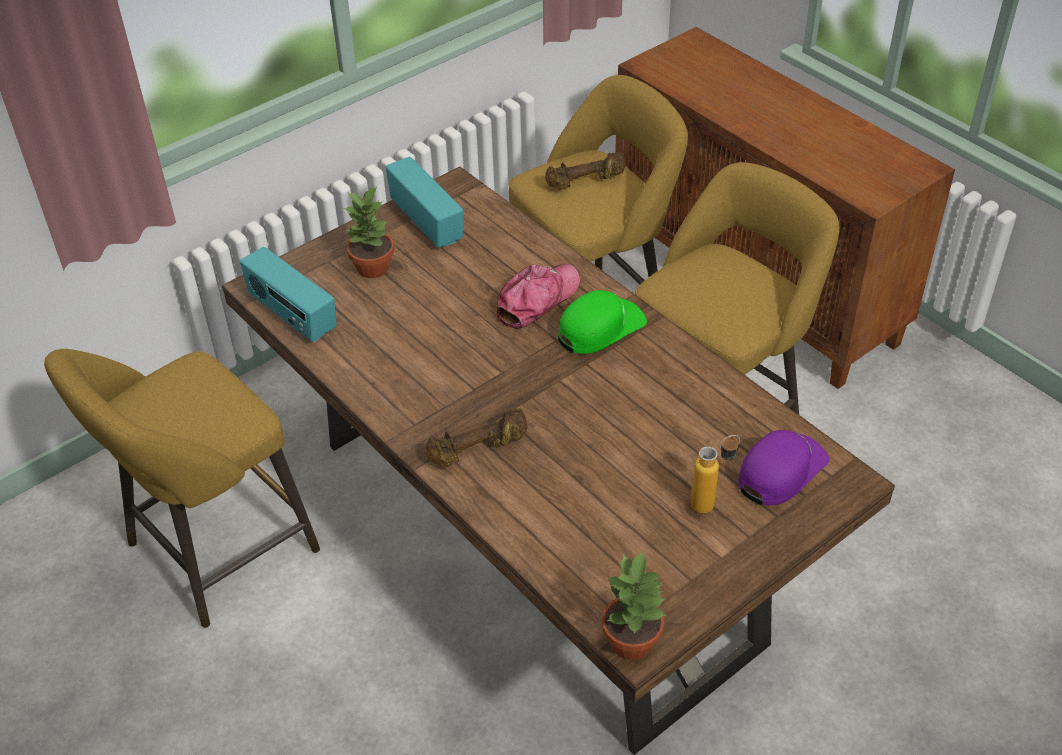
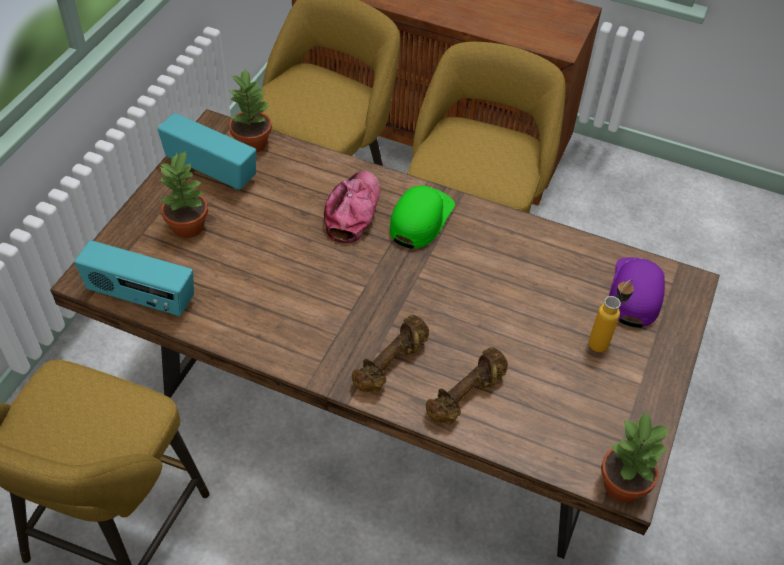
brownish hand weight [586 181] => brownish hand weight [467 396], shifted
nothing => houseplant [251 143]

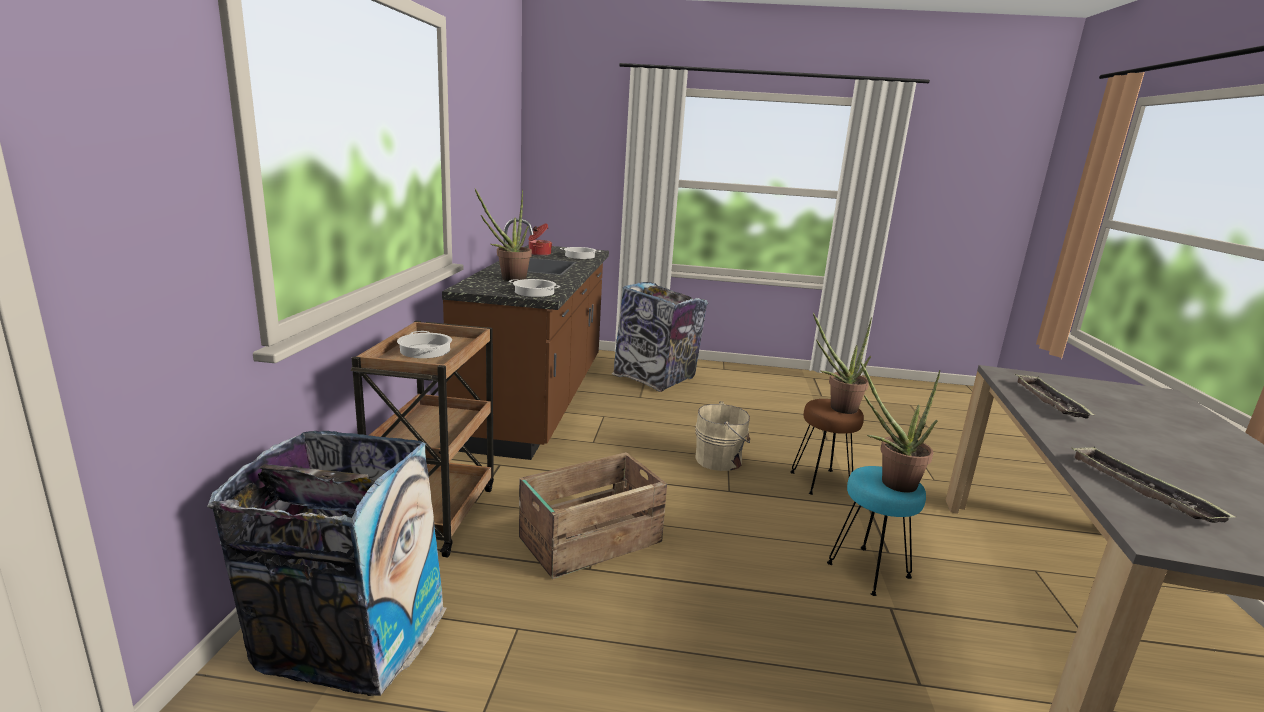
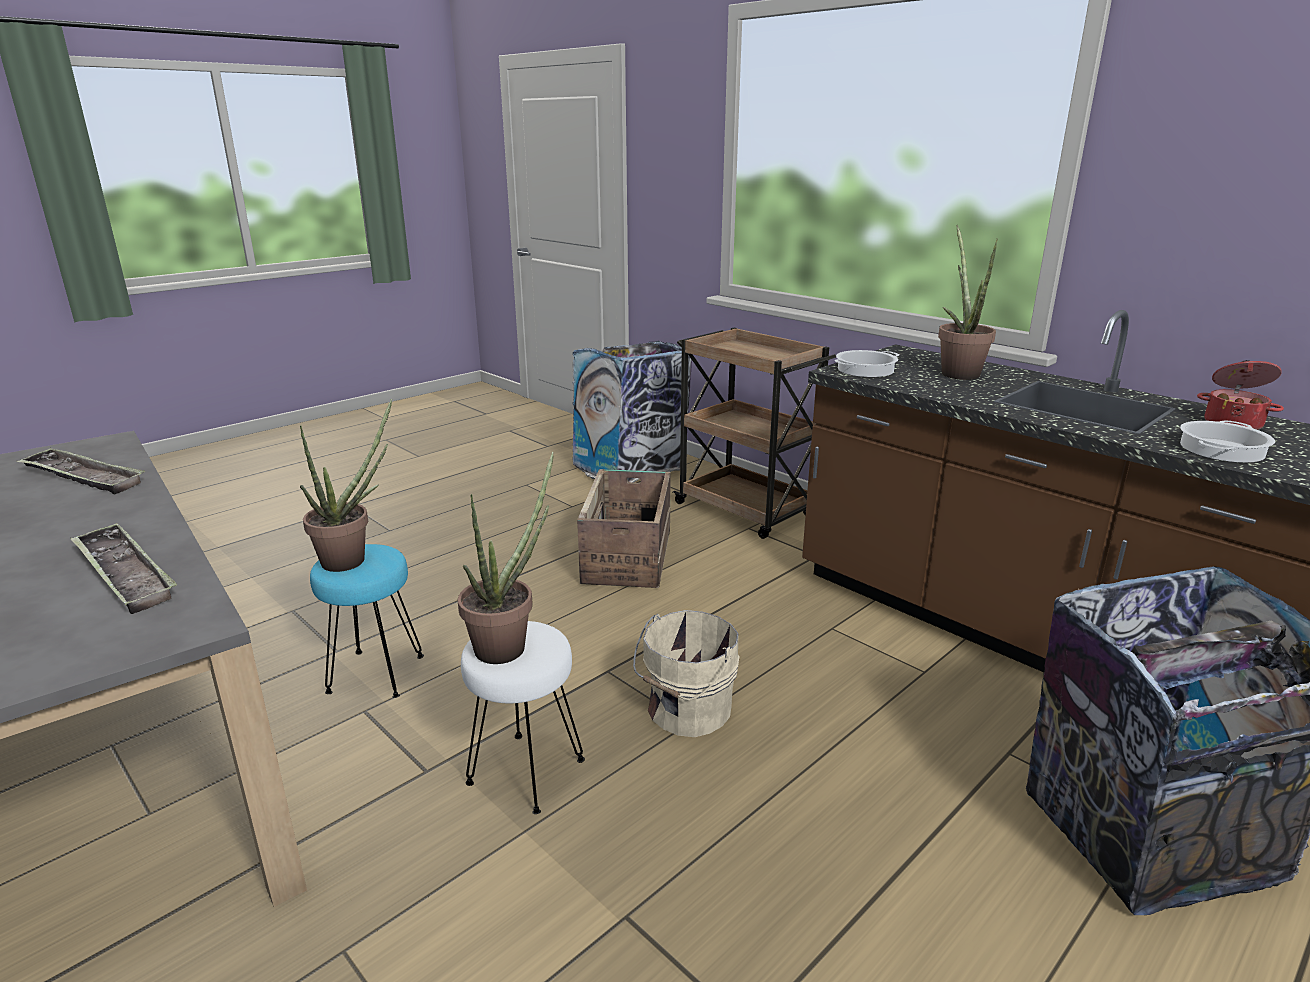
stockpot [426 351] => nothing
brownish stool [822 482] => white-coloured stool [525 773]

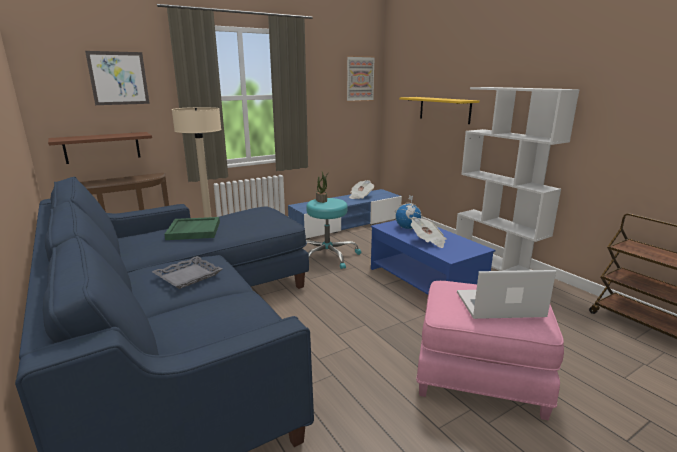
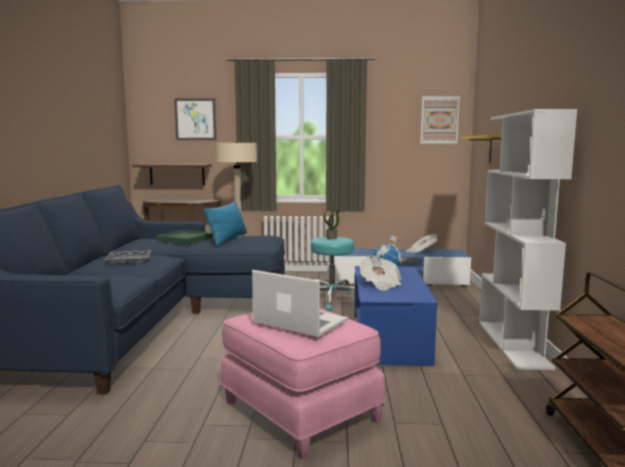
nothing => blue cushion [228 239]

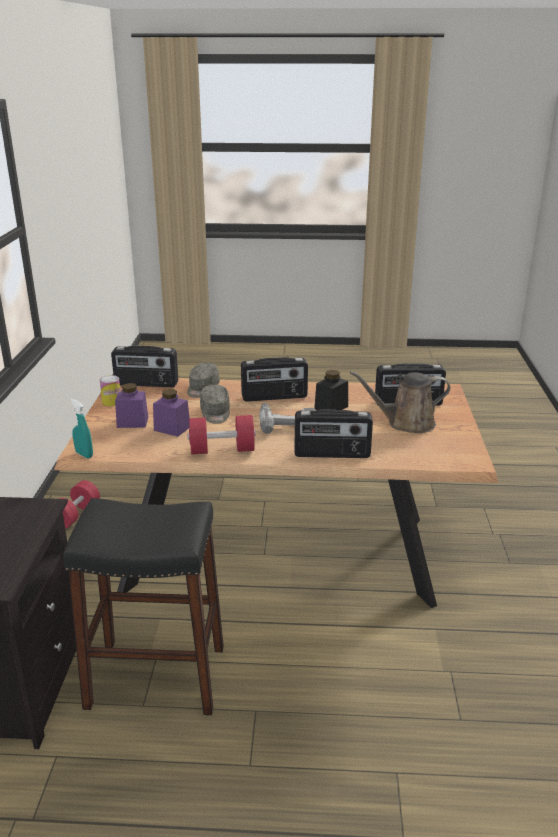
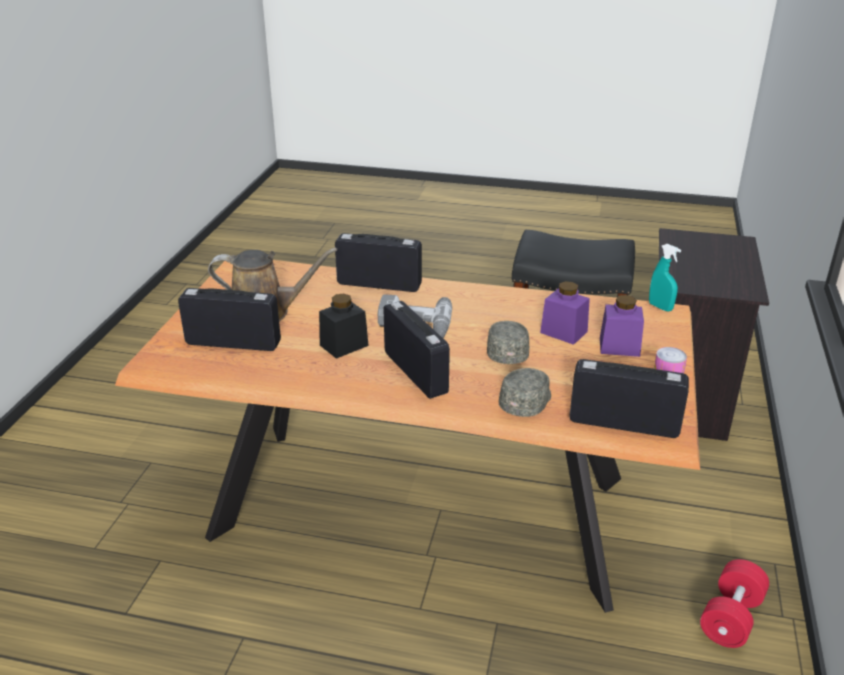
radio [274 397] => radio [416 372], 60 degrees clockwise
red-coloured hand weight [222 450] => nothing

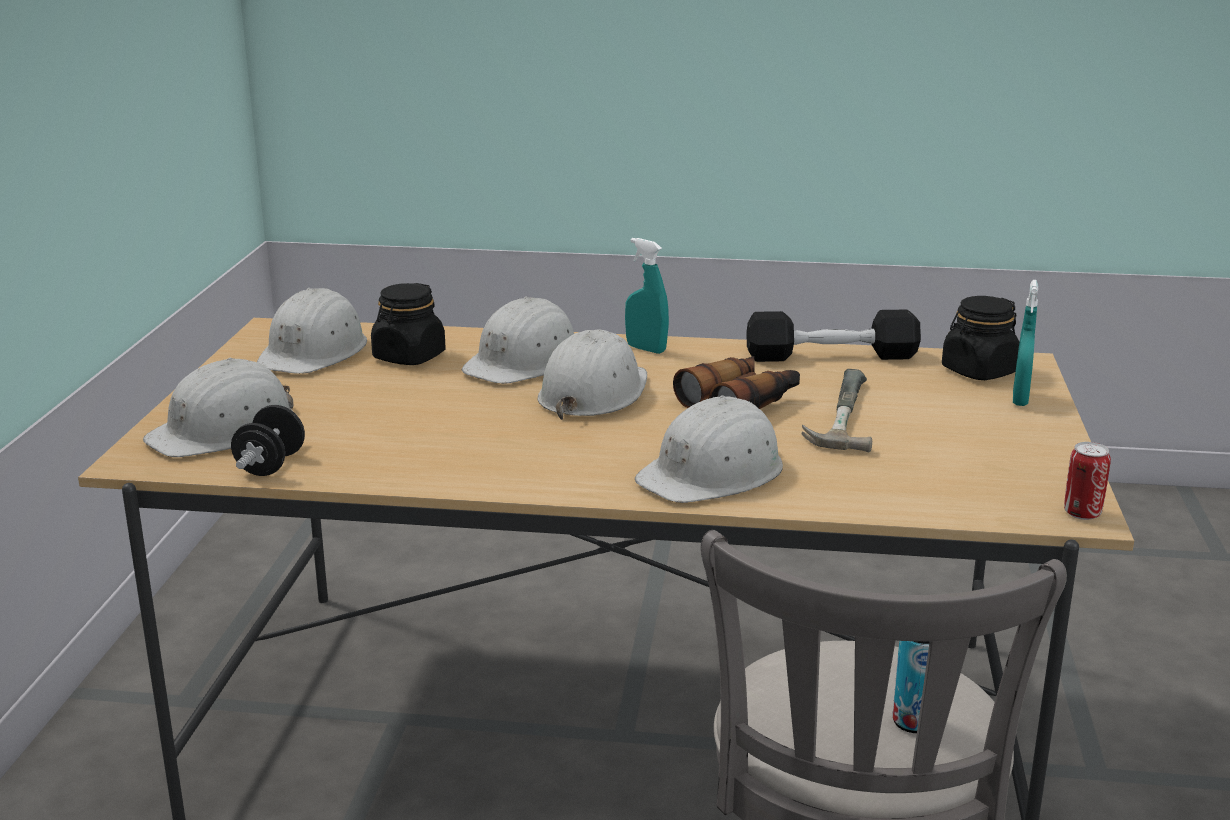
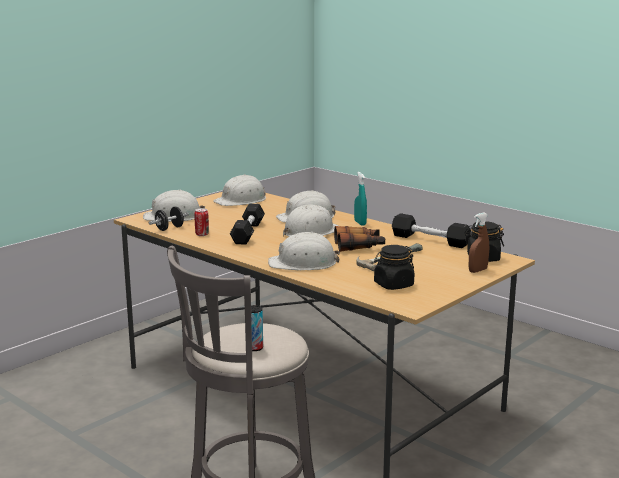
turquoise sprayer [1020 399] => brownish sprayer [477 270]
blackish preserve jar [409 357] => blackish preserve jar [393 285], shifted
can [1082 513] => can [202 234], shifted
nothing => blackish hand weight [248 233]

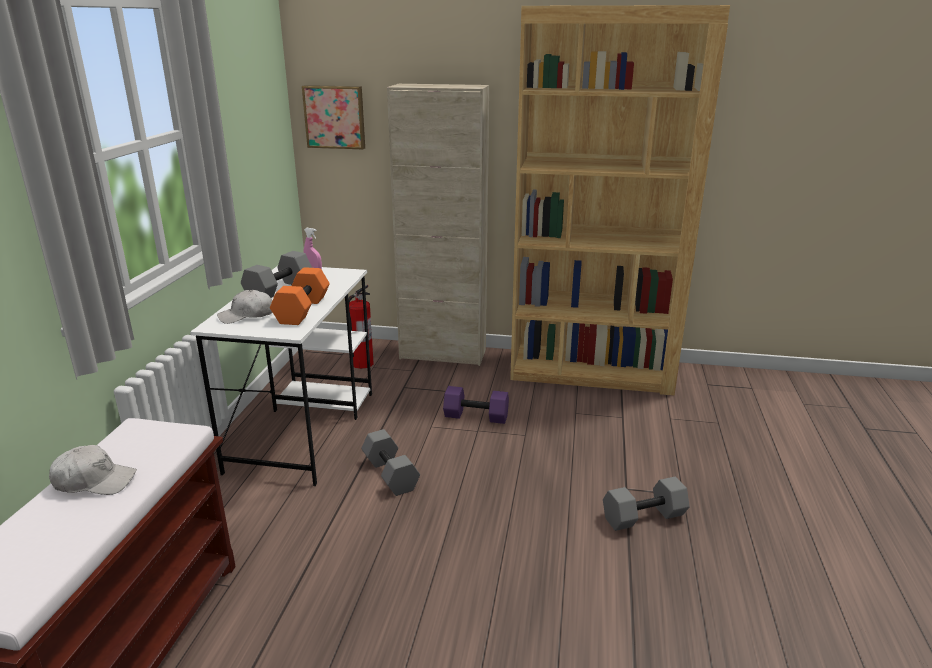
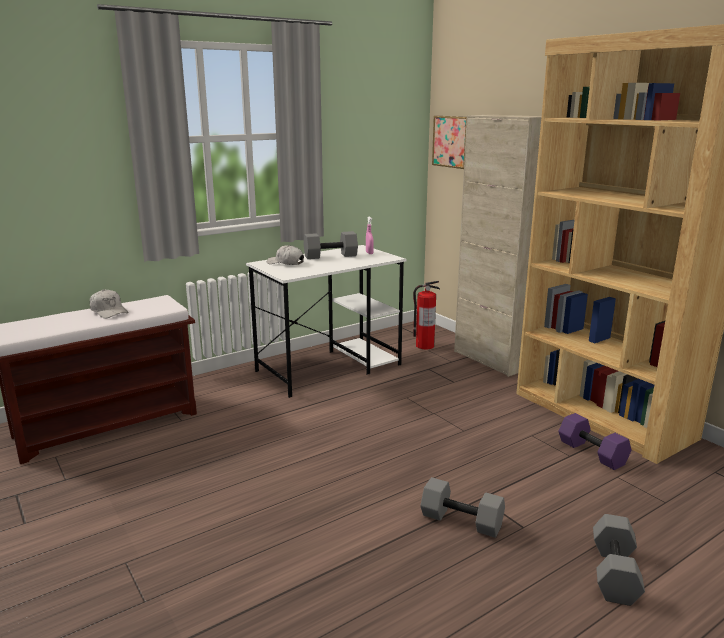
orange-coloured hand weight [301 310] => nothing
purple hand weight [475 417] => purple hand weight [590 453], shifted
grey hand weight [391 474] => grey hand weight [616 573], shifted

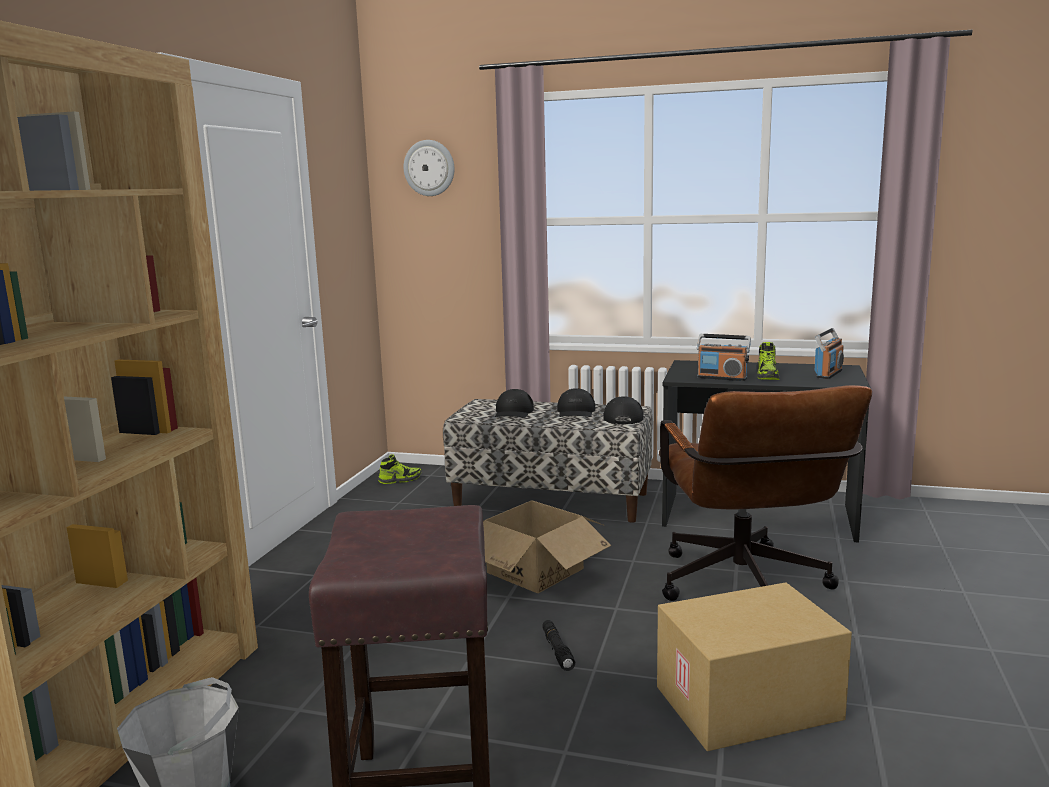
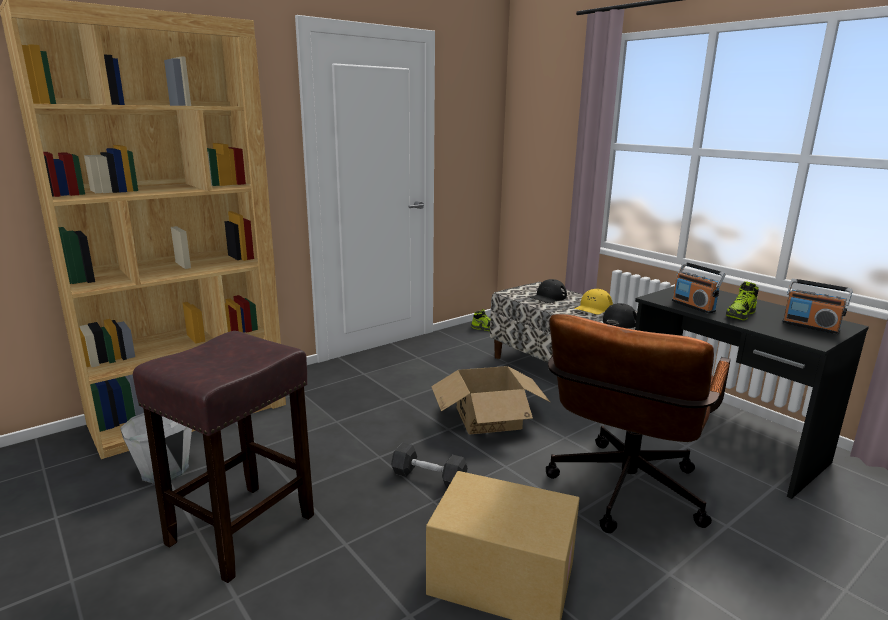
hanging clock [429 168] => nothing
radio [828 374] => radio [810 326], 60 degrees clockwise
blackish peaked cap [576 412] => yellow peaked cap [593 308]
blackish hand torch [557 650] => grey hand weight [429 477]

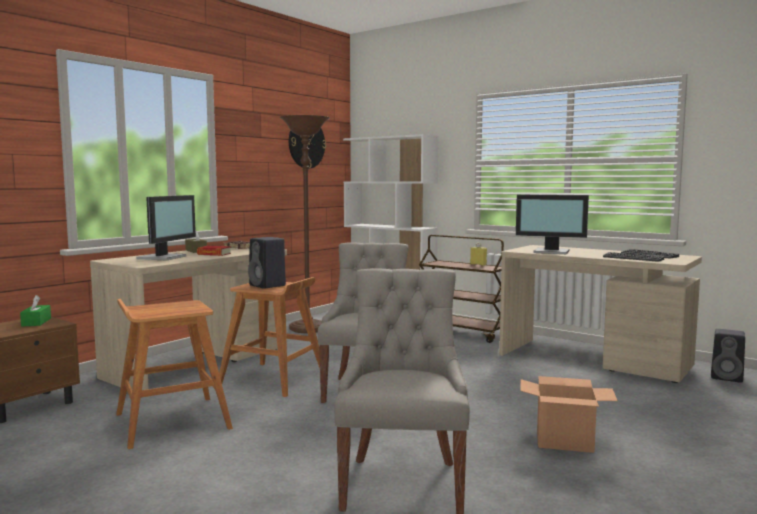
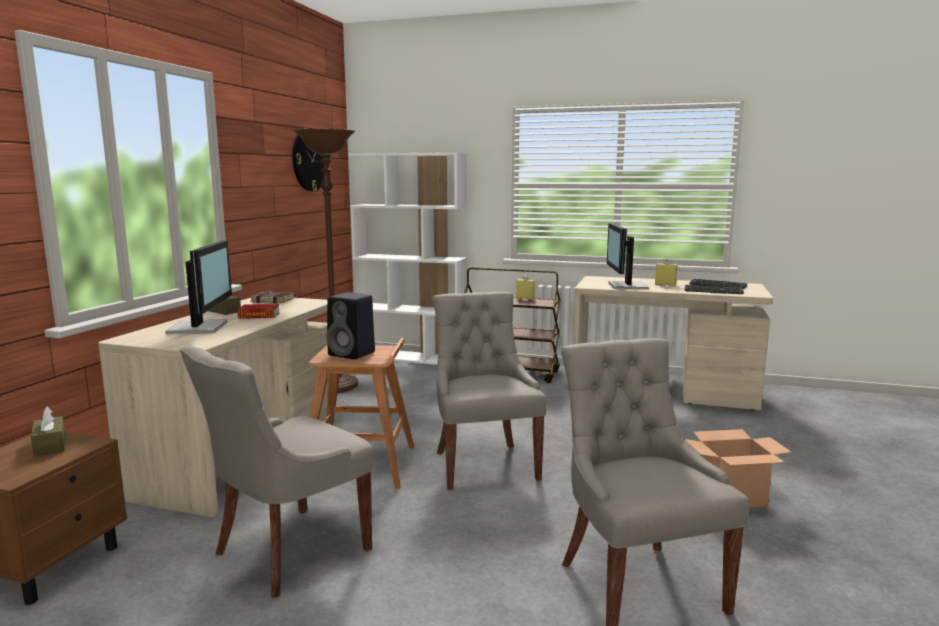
computer screen [552 252] => computer screen [626 286], 90 degrees clockwise
greenish box of tissues [36 322] => brownish box of tissues [50 445]
brownish stool [171 421] => grey chair [288 551]
blackish speaker [728 377] => nothing
nothing => yellow drink bottle [665 285]

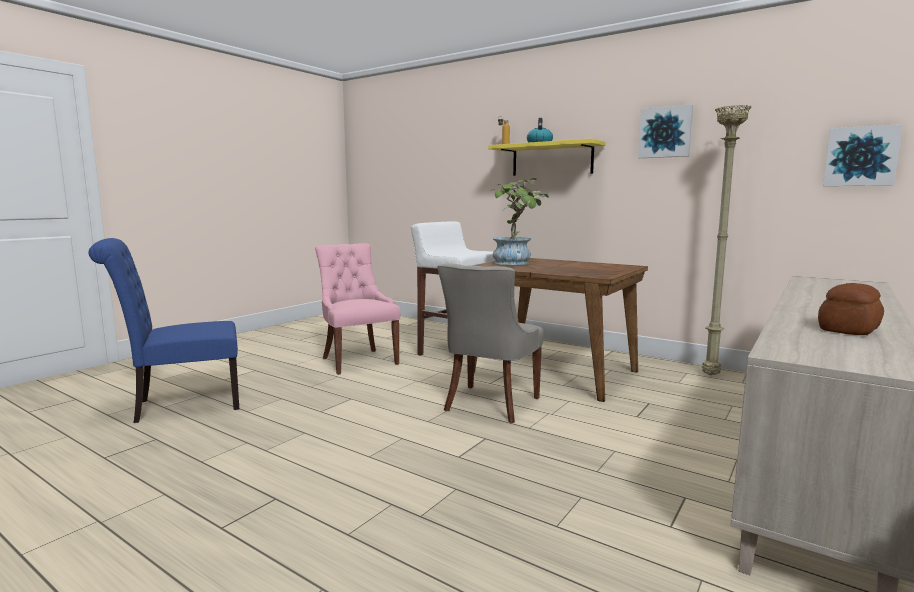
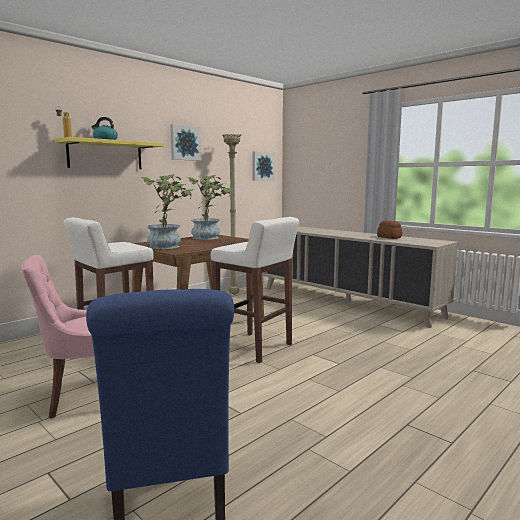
grey chair [489 404] => white-coloured stool [255 348]
nothing => houseplant [209 237]

